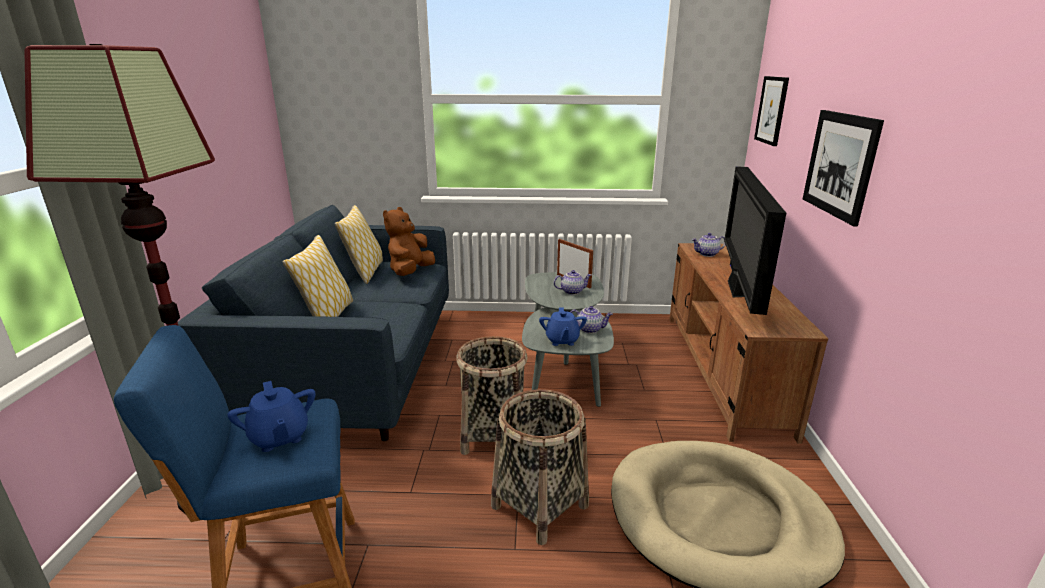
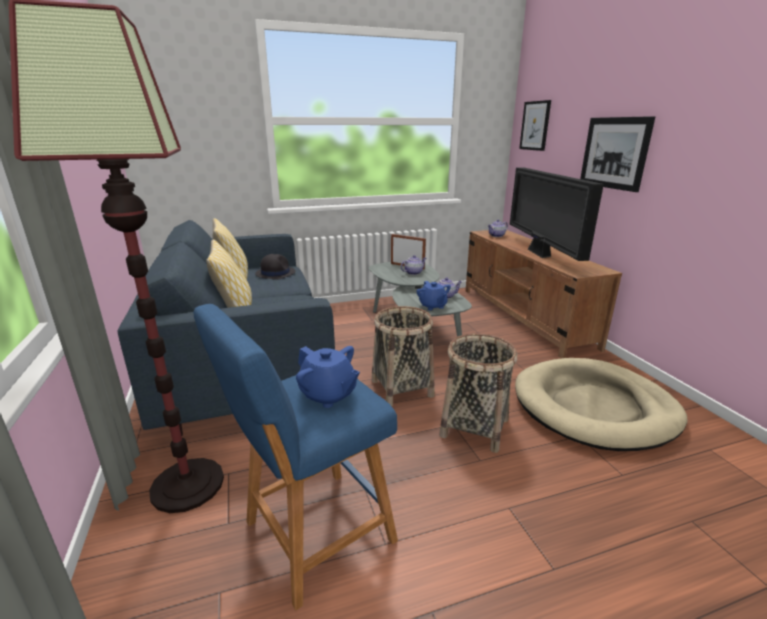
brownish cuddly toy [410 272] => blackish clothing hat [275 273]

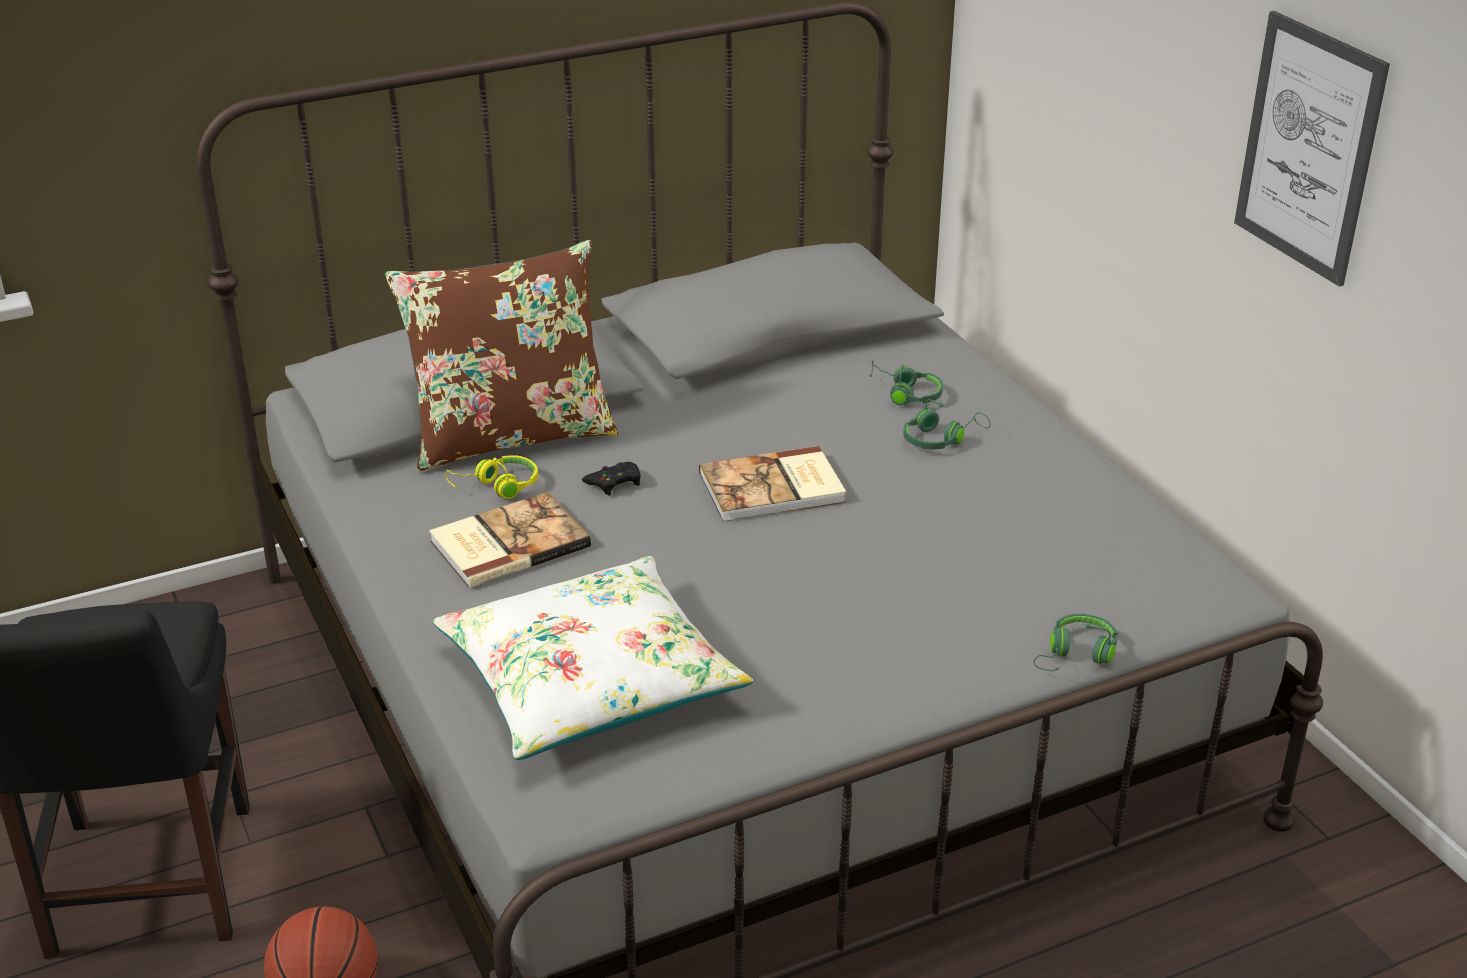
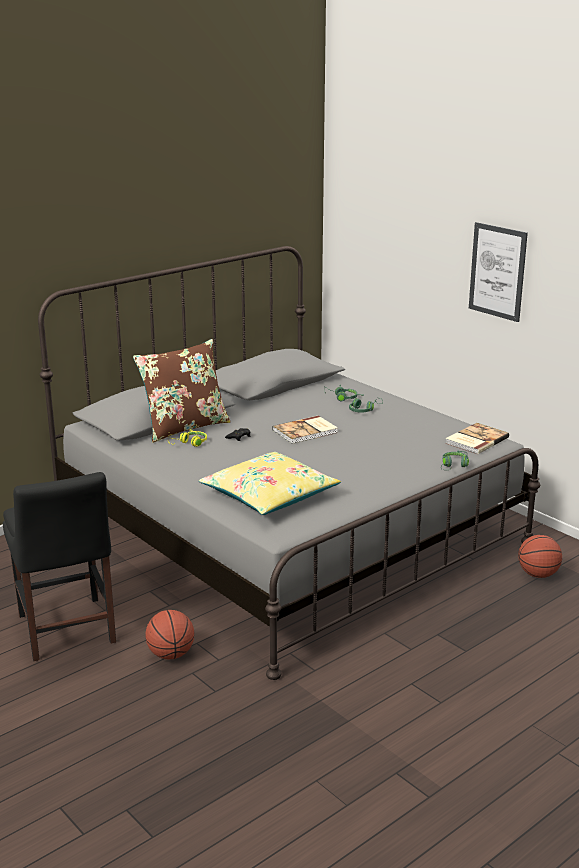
volume [507 543] => volume [475 440], shifted
white-coloured cushion [590 680] => yellow cushion [269 496]
nothing => basketball ball [538 574]

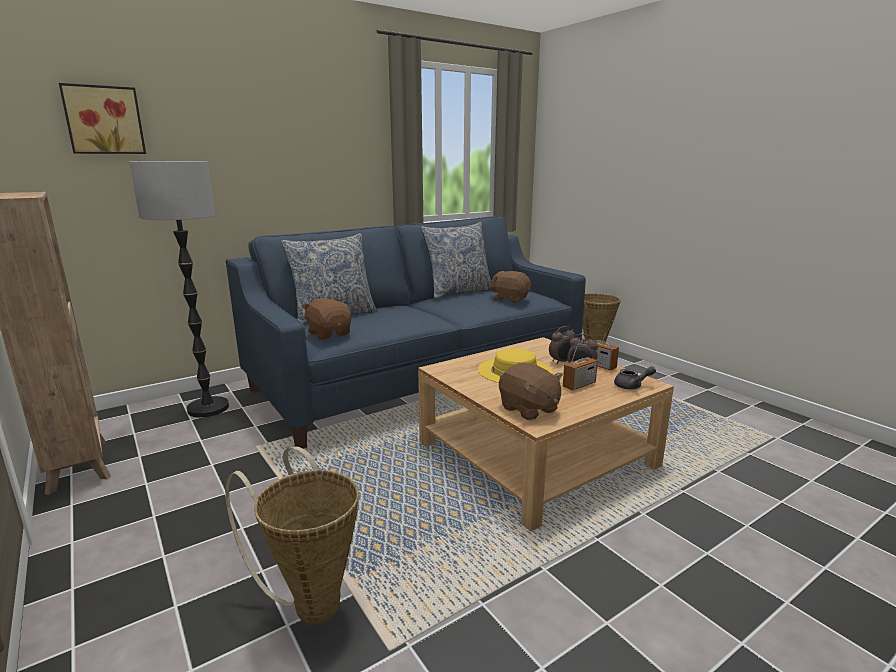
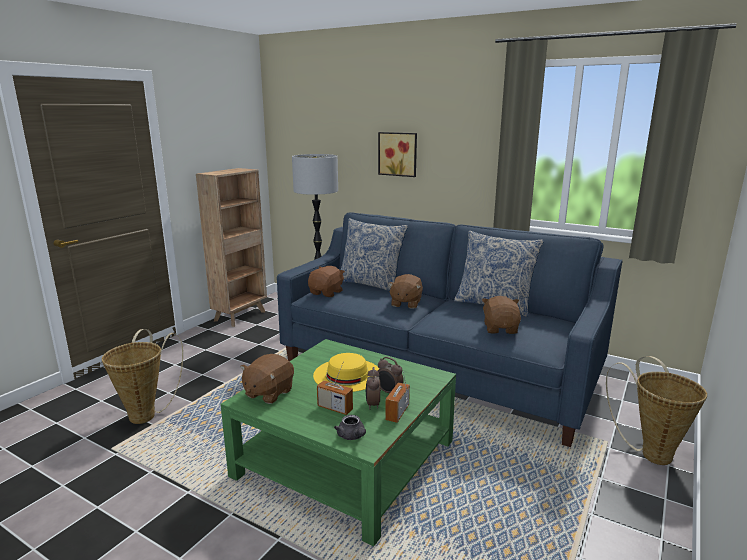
wall picture [104 120] => wall picture [398 154], shifted
sand-coloured lounge table [536 454] => greenish lounge table [346 459]
nothing => brownish cuddly toy [405 303]

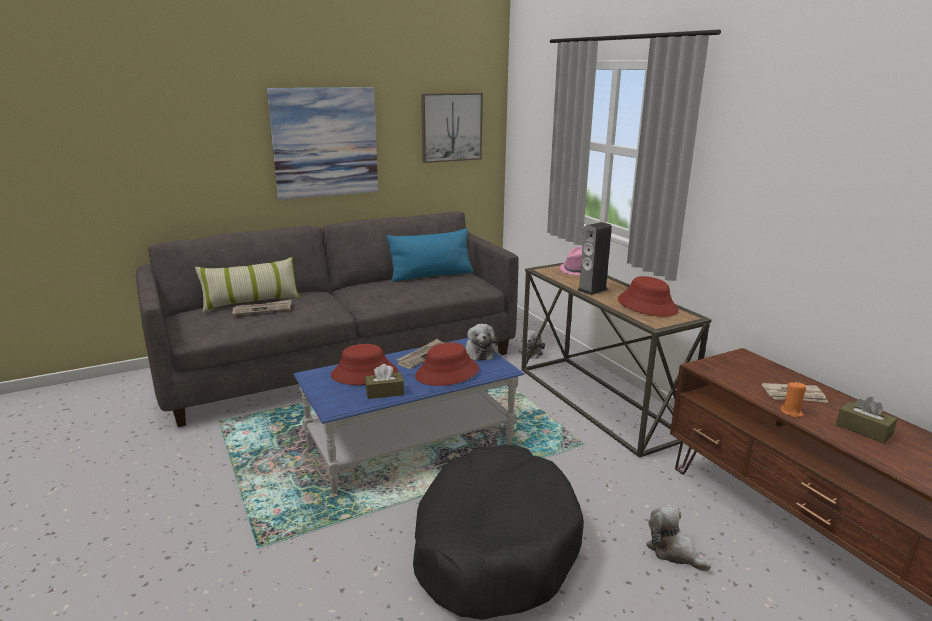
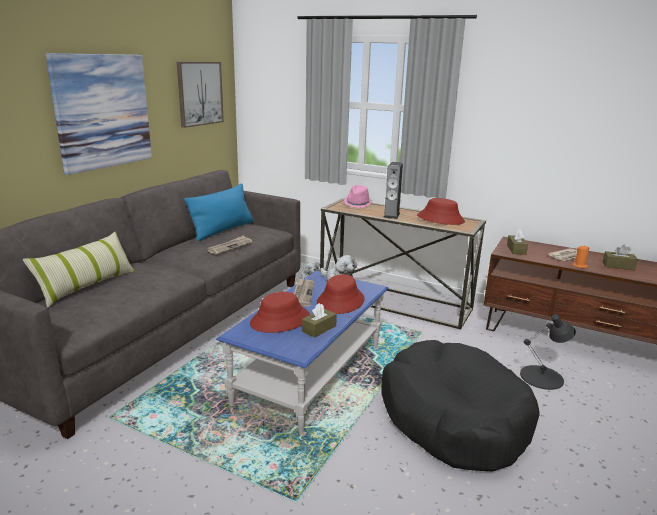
daily paper [262 309] => daily paper [230 246], shifted
cuddly toy [673 551] => blackish lamp for a table [542 377]
nothing => brownish box of tissues [516 250]

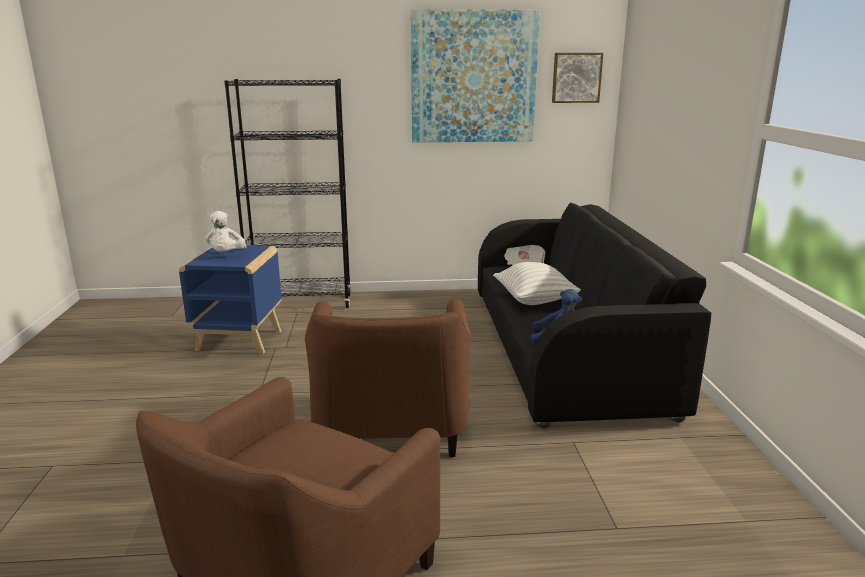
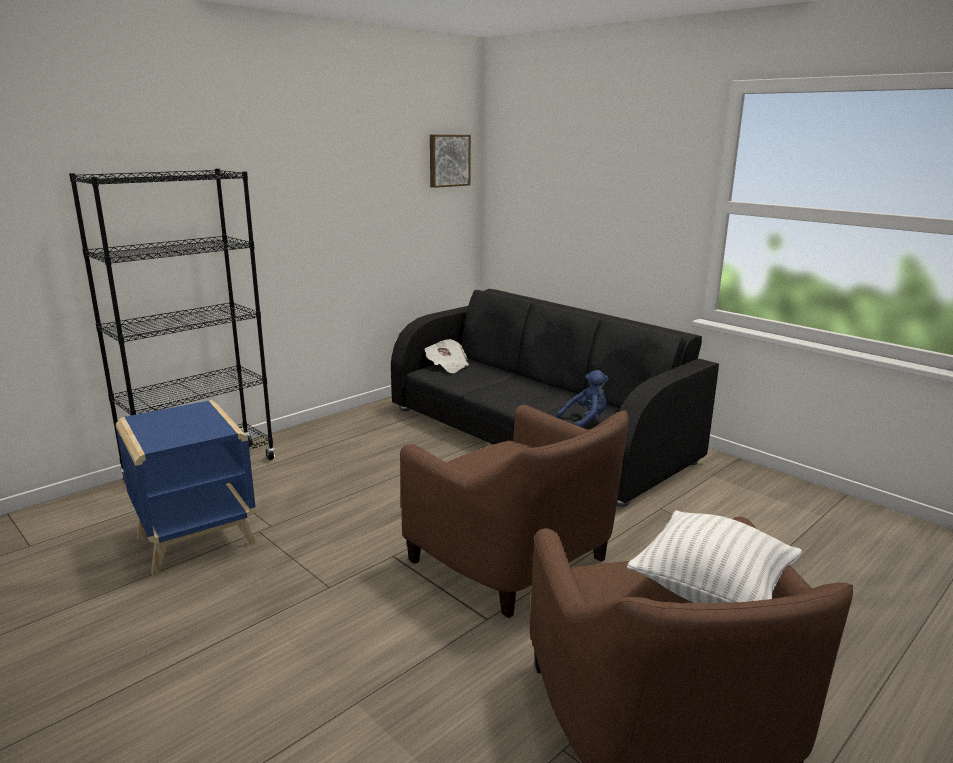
wall picture [473 77] => nothing
white-coloured cuddly toy [226 255] => nothing
white-coloured cushion [534 300] => white-coloured cushion [711 591], shifted

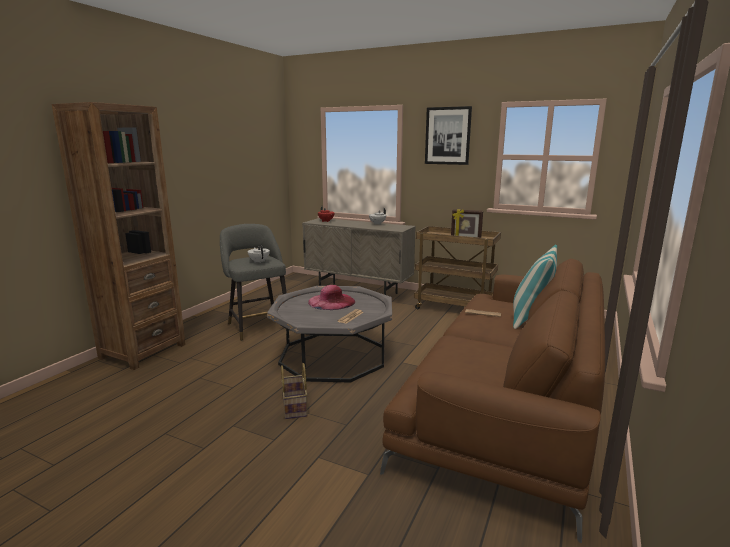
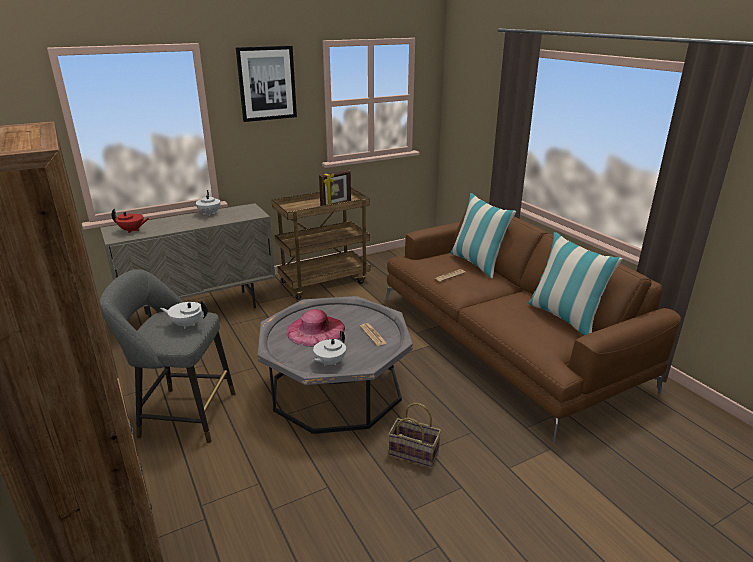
nothing => cushion [565 317]
nothing => white-coloured tea pot [329 362]

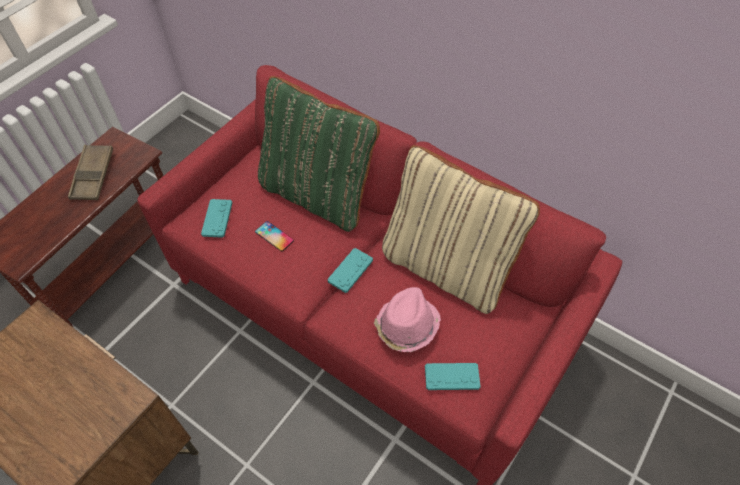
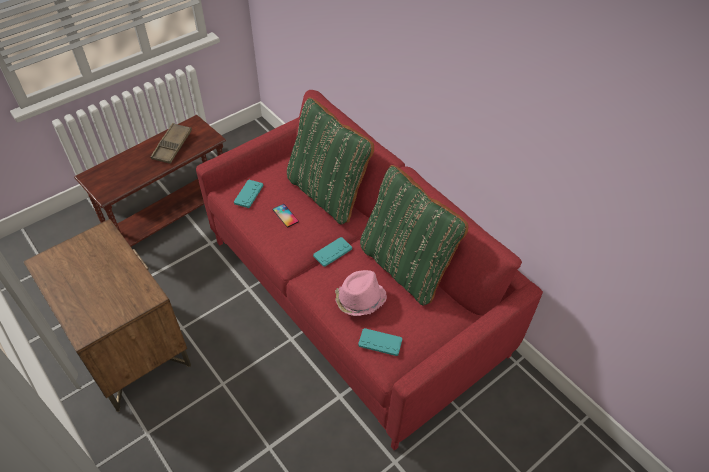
sand-coloured cushion [446 267] => greenish cushion [405 266]

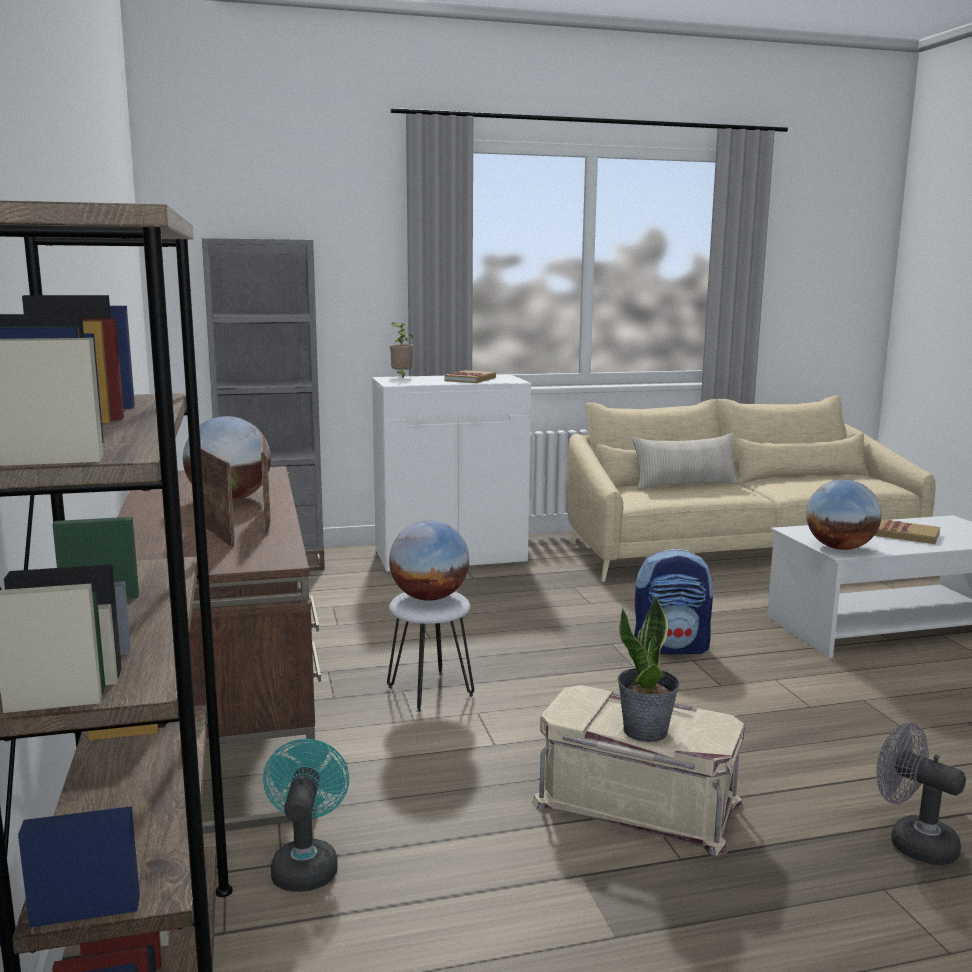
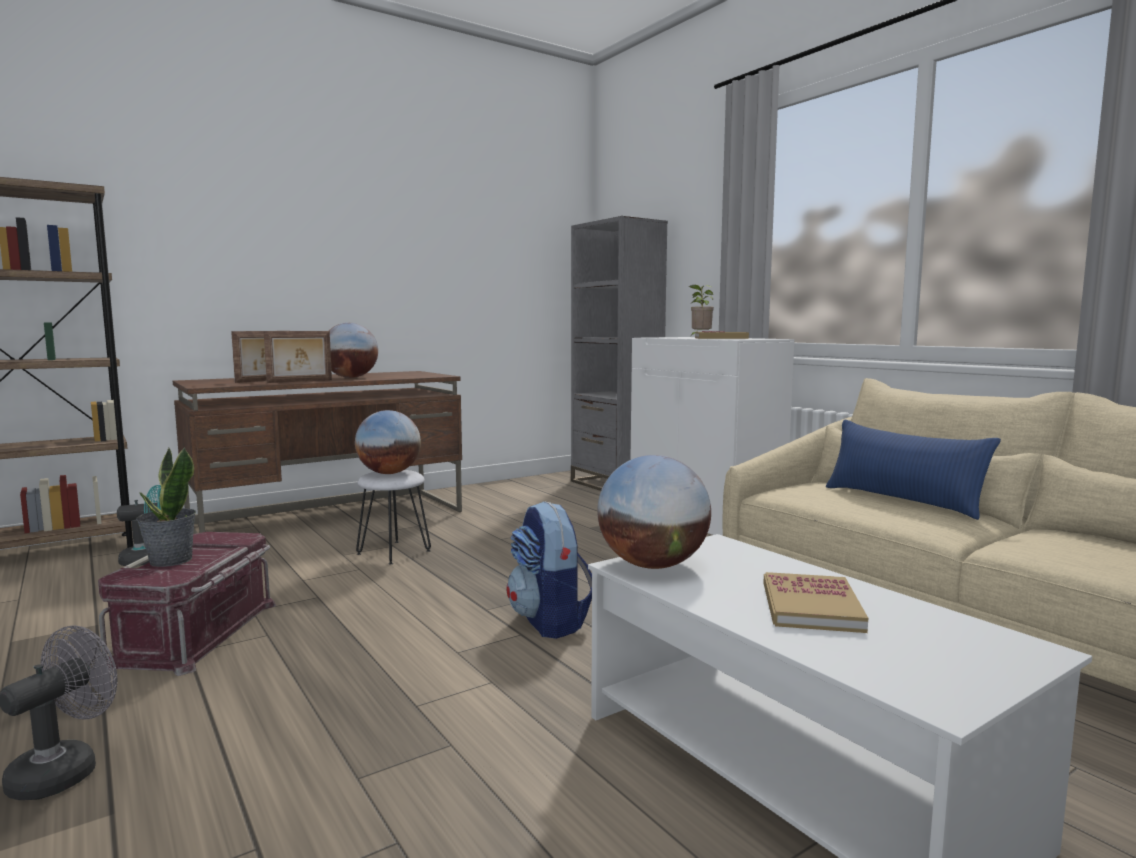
sand-coloured cushion [685 485] => blue cushion [902 500]
sand-coloured storage box [638 802] => red-coloured storage box [197 633]

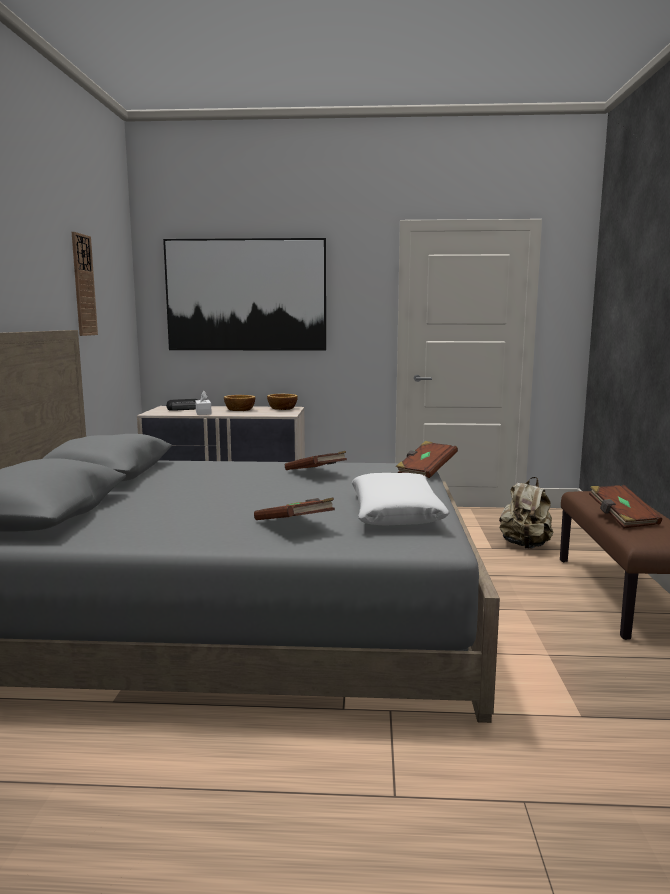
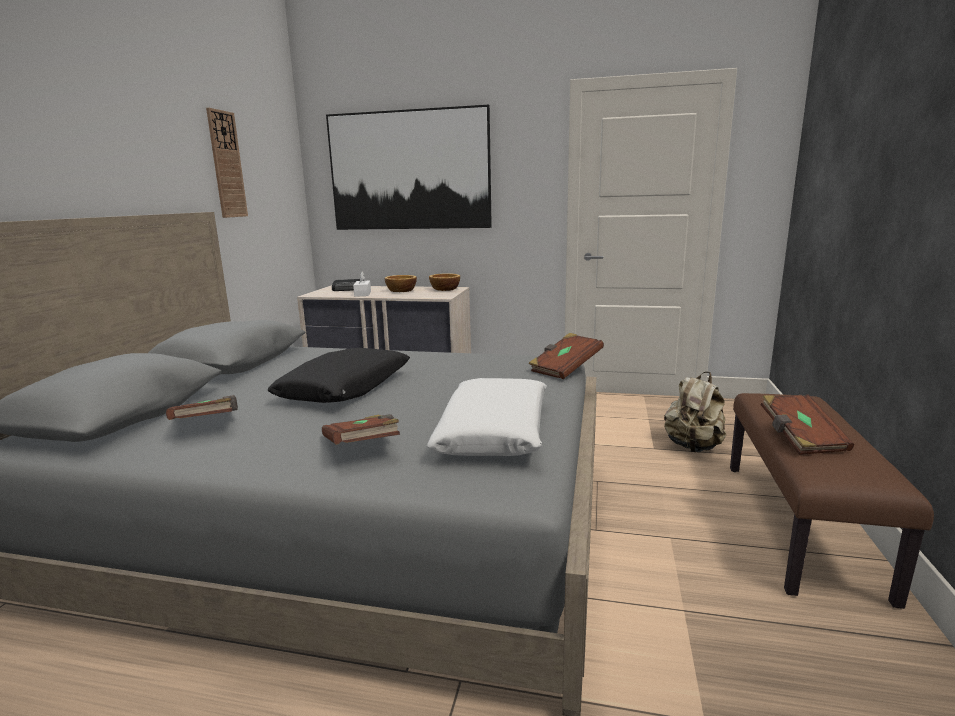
brownish volume [316 473] => brownish volume [207 425], shifted
nothing => blackish cushion [345 388]

